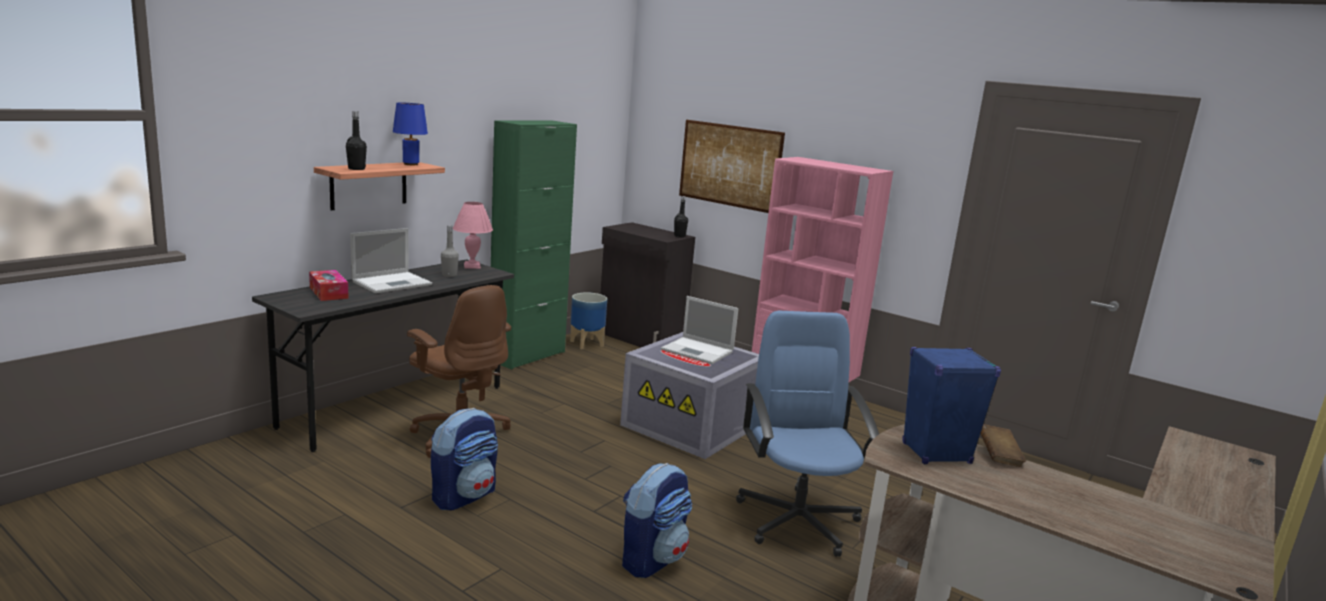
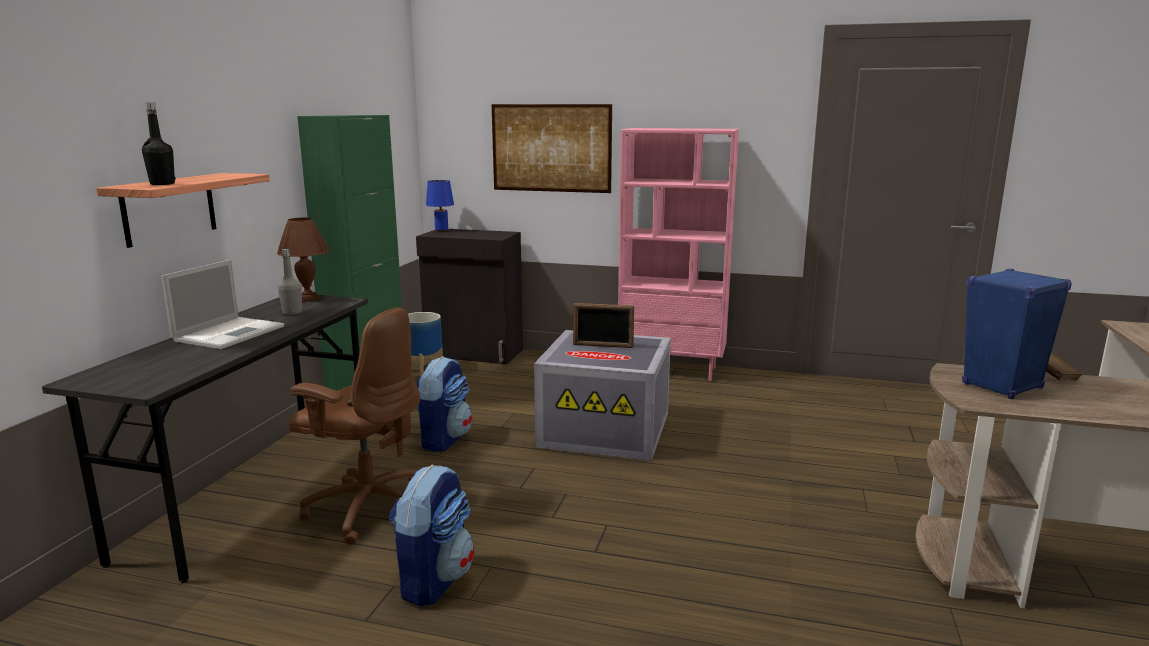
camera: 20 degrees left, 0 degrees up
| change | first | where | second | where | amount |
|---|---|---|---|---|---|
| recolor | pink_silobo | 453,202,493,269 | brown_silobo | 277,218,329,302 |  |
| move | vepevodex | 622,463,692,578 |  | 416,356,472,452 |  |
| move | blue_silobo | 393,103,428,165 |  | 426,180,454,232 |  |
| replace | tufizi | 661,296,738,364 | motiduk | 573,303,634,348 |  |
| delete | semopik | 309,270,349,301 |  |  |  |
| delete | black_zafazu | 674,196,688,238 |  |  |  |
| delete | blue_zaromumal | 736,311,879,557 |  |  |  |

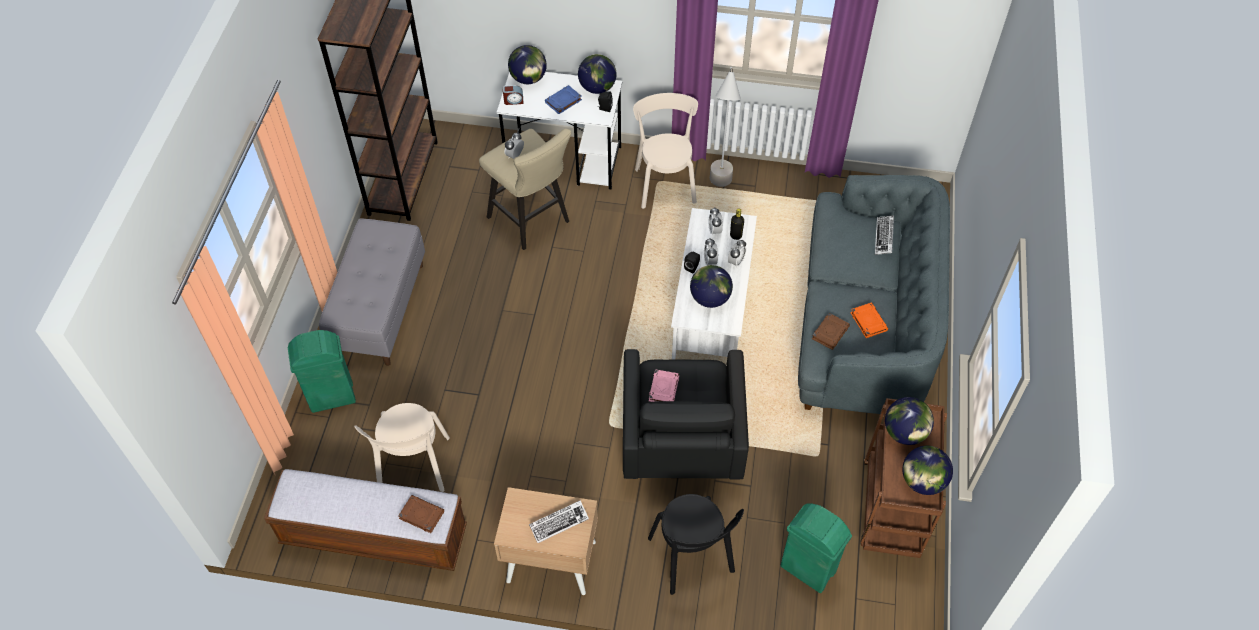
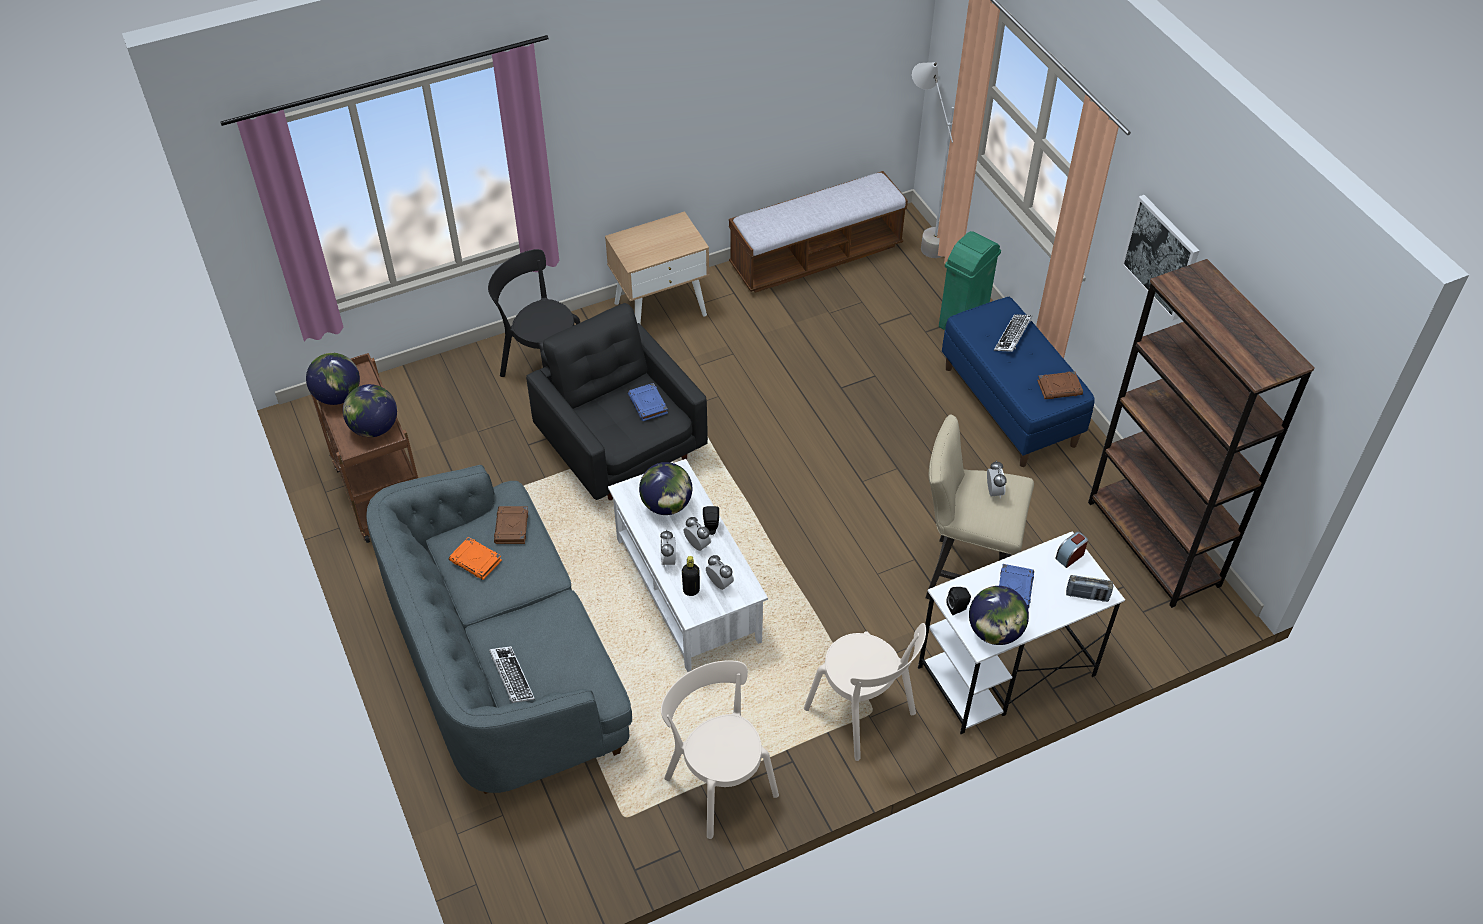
camera: 145 degrees right, 5 degrees down
| change | first | where | second | where | amount |
|---|---|---|---|---|---|
| recolor | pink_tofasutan | 649,369,679,402 | blue_tofasutan | 628,383,668,421 |  |
| move | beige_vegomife | 354,403,450,492 |  | 661,660,779,839 |  |
| move | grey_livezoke | 710,67,741,187 |  | 912,62,954,258 |  |
| recolor | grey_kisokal | 319,218,425,366 | blue_kisokal | 942,297,1095,467 |  |
| move | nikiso | 529,500,589,543 |  | 994,314,1033,352 |  |
| move | brown_tofasutan | 398,495,444,533 |  | 1037,371,1083,399 |  |
| replace | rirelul | 508,45,547,84 | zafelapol | 1066,575,1113,602 |  |
| insert |  |  | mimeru | 1121,195,1199,320 |  |
| delete | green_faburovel | 781,504,852,593 |  |  |  |

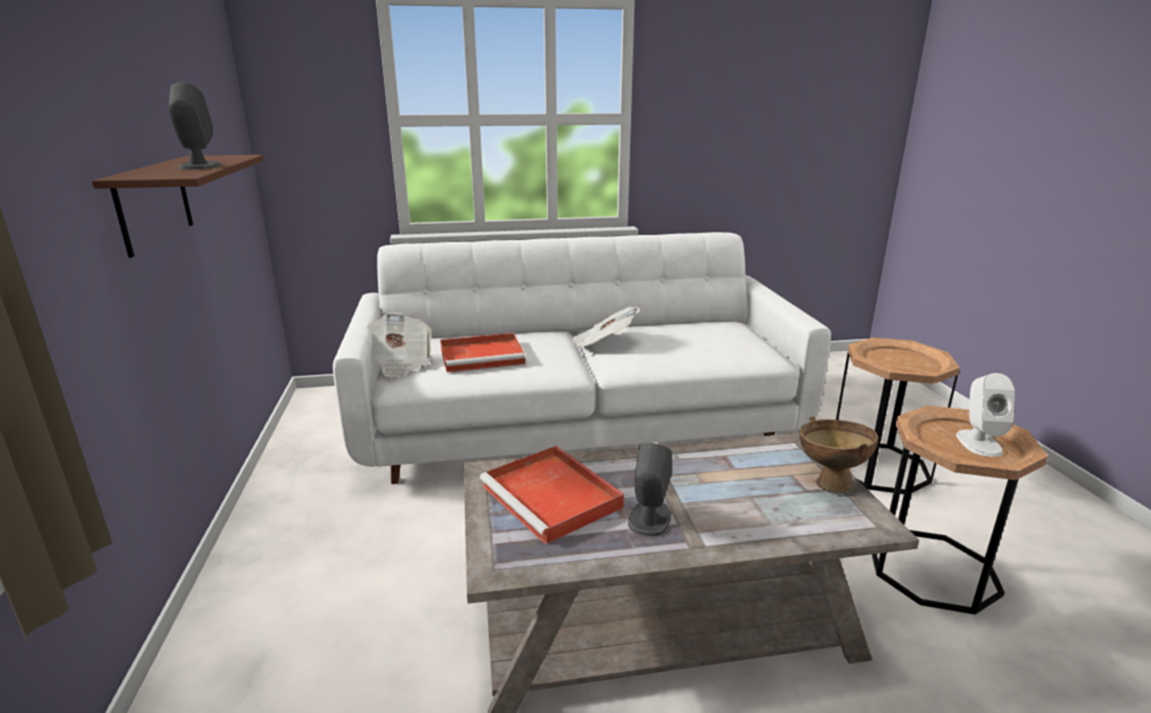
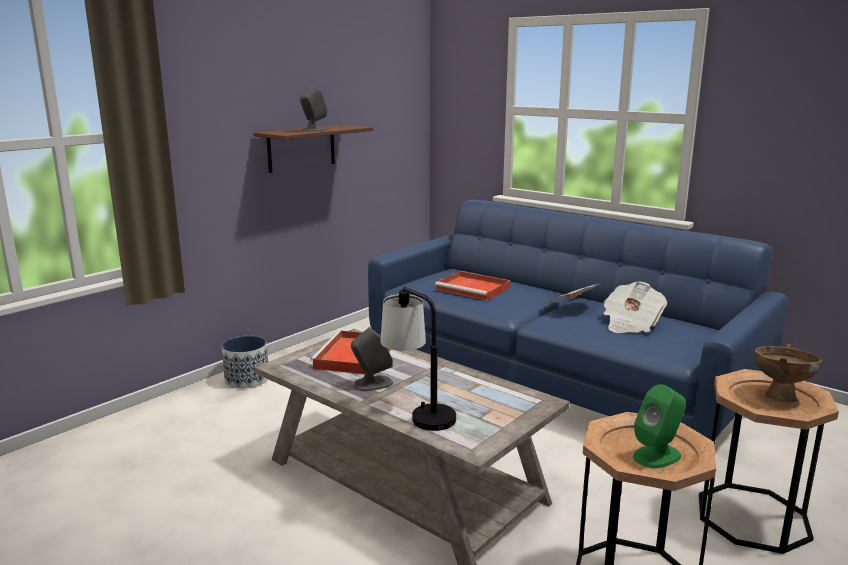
camera: 50 degrees right, 5 degrees down
| change | first | where | second | where | amount |
|---|---|---|---|---|---|
| insert |  |  | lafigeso | 222,336,268,389 |  |
| recolor | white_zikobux | 333,232,831,484 | blue_zikobux | 368,200,788,440 |  |
| insert |  |  | silobo | 380,287,456,431 |  |
| move | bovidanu | 367,312,432,378 |  | 604,282,667,333 |  |
| recolor | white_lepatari | 956,373,1015,457 | green_lepatari | 633,384,686,468 |  |
| move | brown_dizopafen | 799,416,878,493 |  | 755,344,822,403 |  |

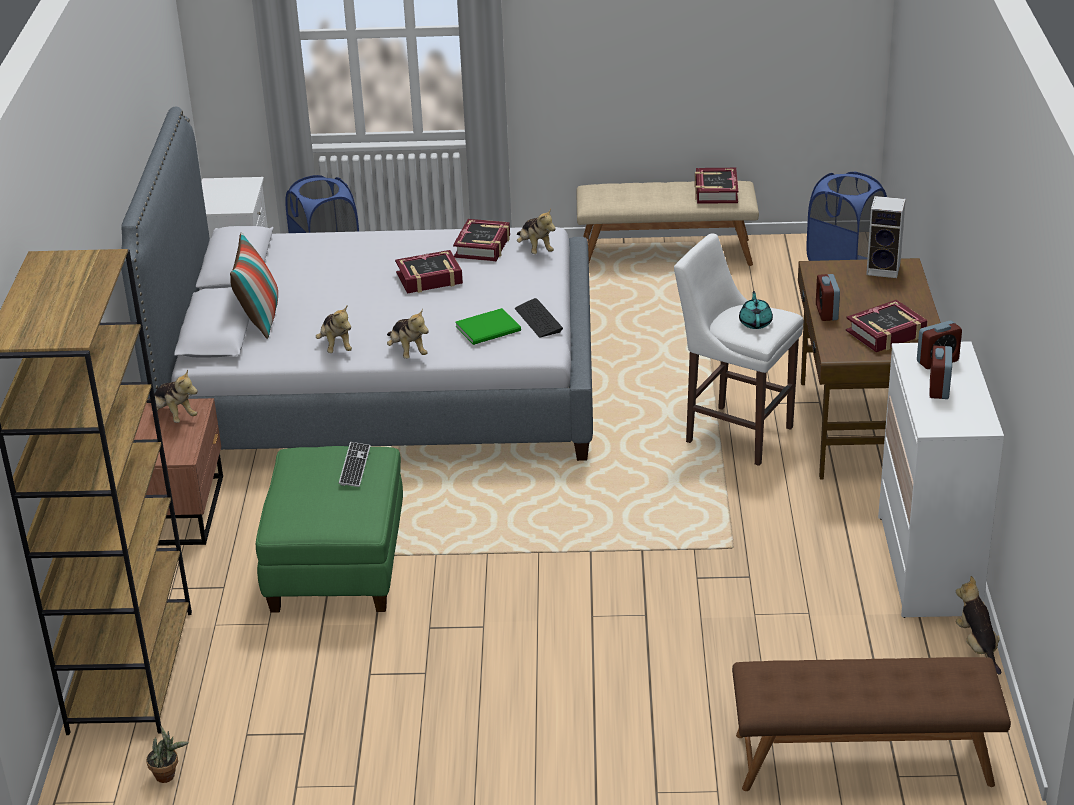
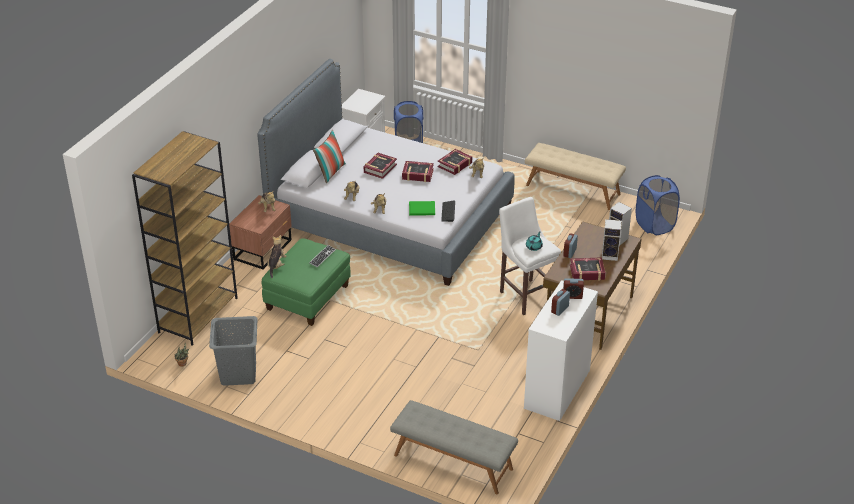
camera: 25 degrees right, 5 degrees up
| change | first | where | second | where | amount |
|---|---|---|---|---|---|
| insert |  |  | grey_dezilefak | 209,316,258,386 |  |
| move | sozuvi | 956,576,1001,675 |  | 267,235,287,278 |  |
| move | tofasutan | 695,168,738,204 |  | 364,153,397,179 |  |
| recolor | brown_kisokal | 732,657,1011,791 | grey_kisokal | 390,400,518,495 |  |
| insert |  |  | lepatari | 602,219,622,261 |  |

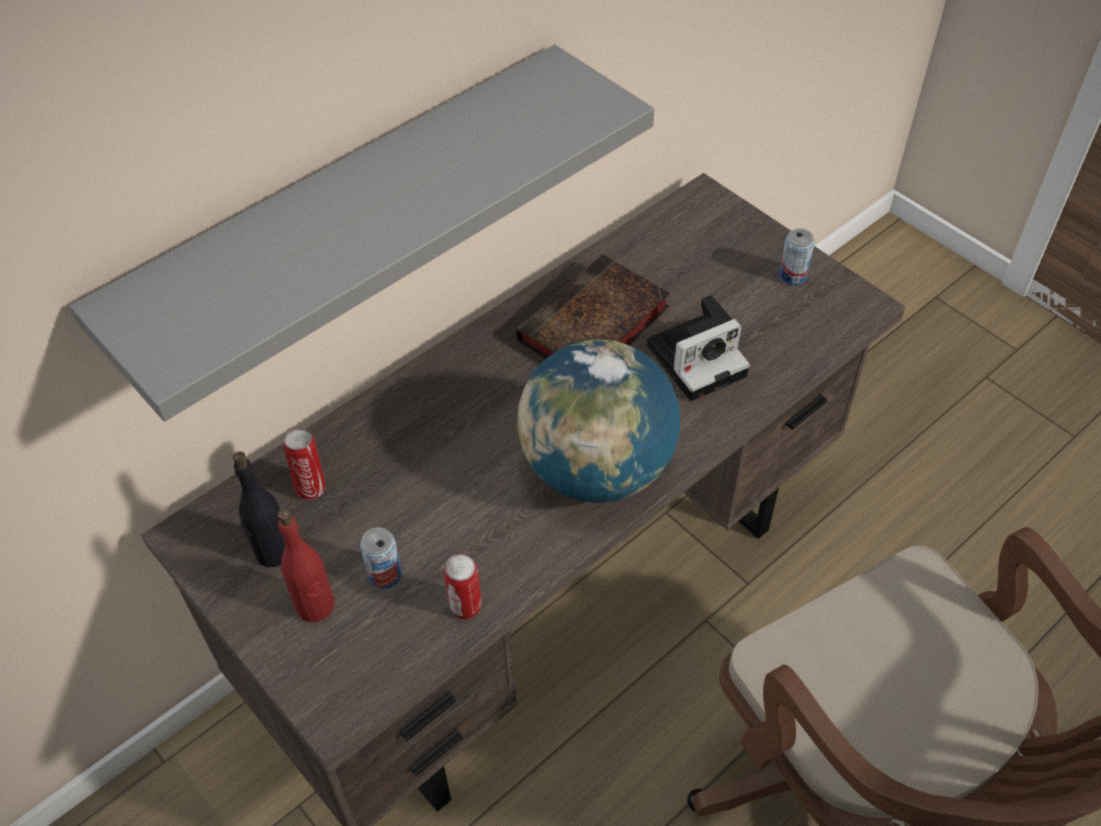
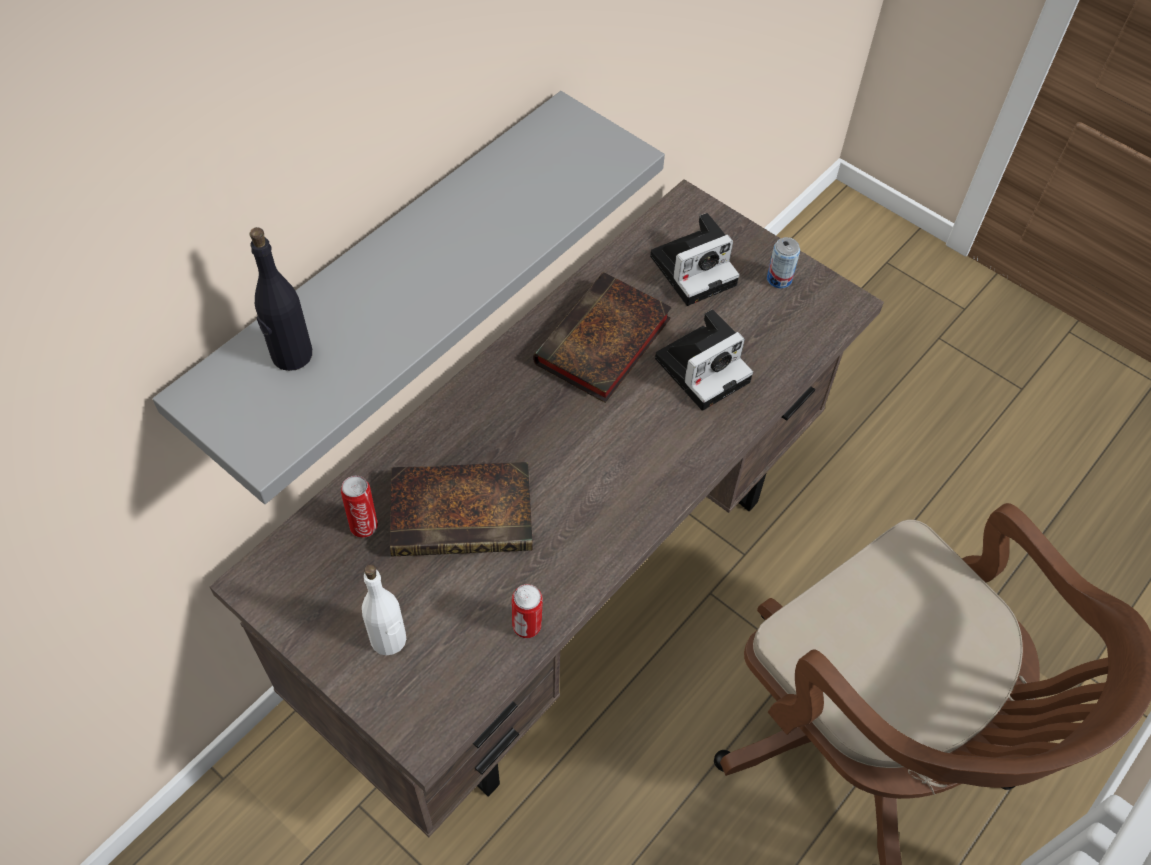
camera: 10 degrees left, 5 degrees up
| change | first | where | second | where | amount |
|---|---|---|---|---|---|
| move | black_zafazu | 233,451,285,567 |  | 249,227,312,371 |  |
| recolor | red_zafazu | 277,508,335,623 | white_zafazu | 362,564,406,656 |  |
| insert |  |  | tofasutan | 390,462,532,556 |  |
| insert |  |  | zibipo | 650,213,740,306 |  |
| delete | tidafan | 360,527,402,589 |  |  |  |
| delete | rirelul | 517,340,680,502 |  |  |  |

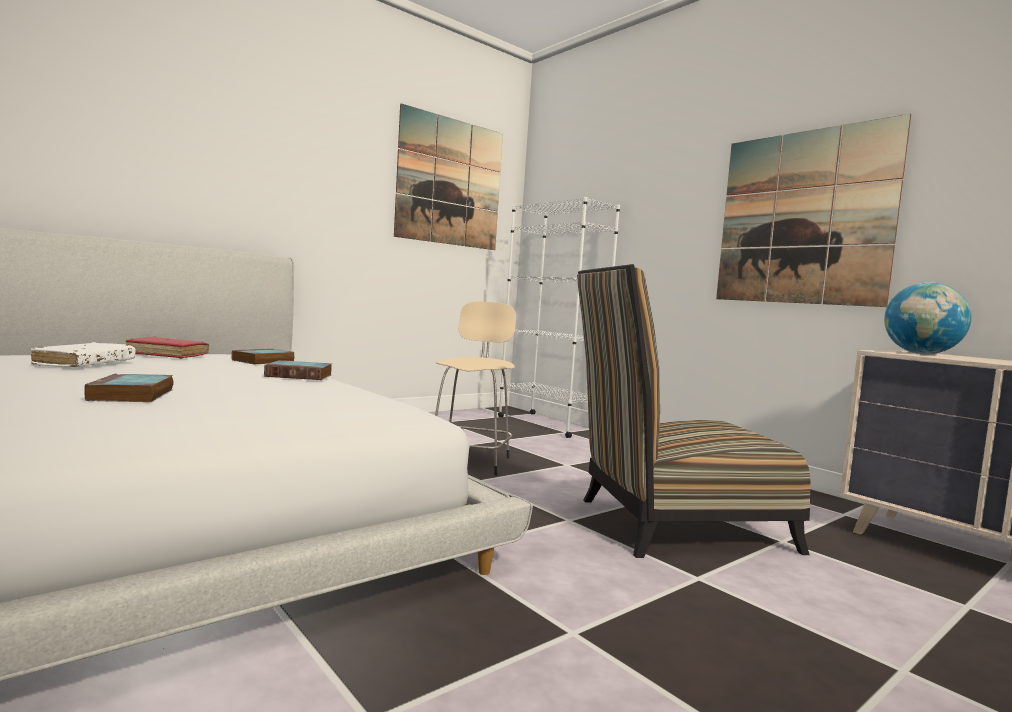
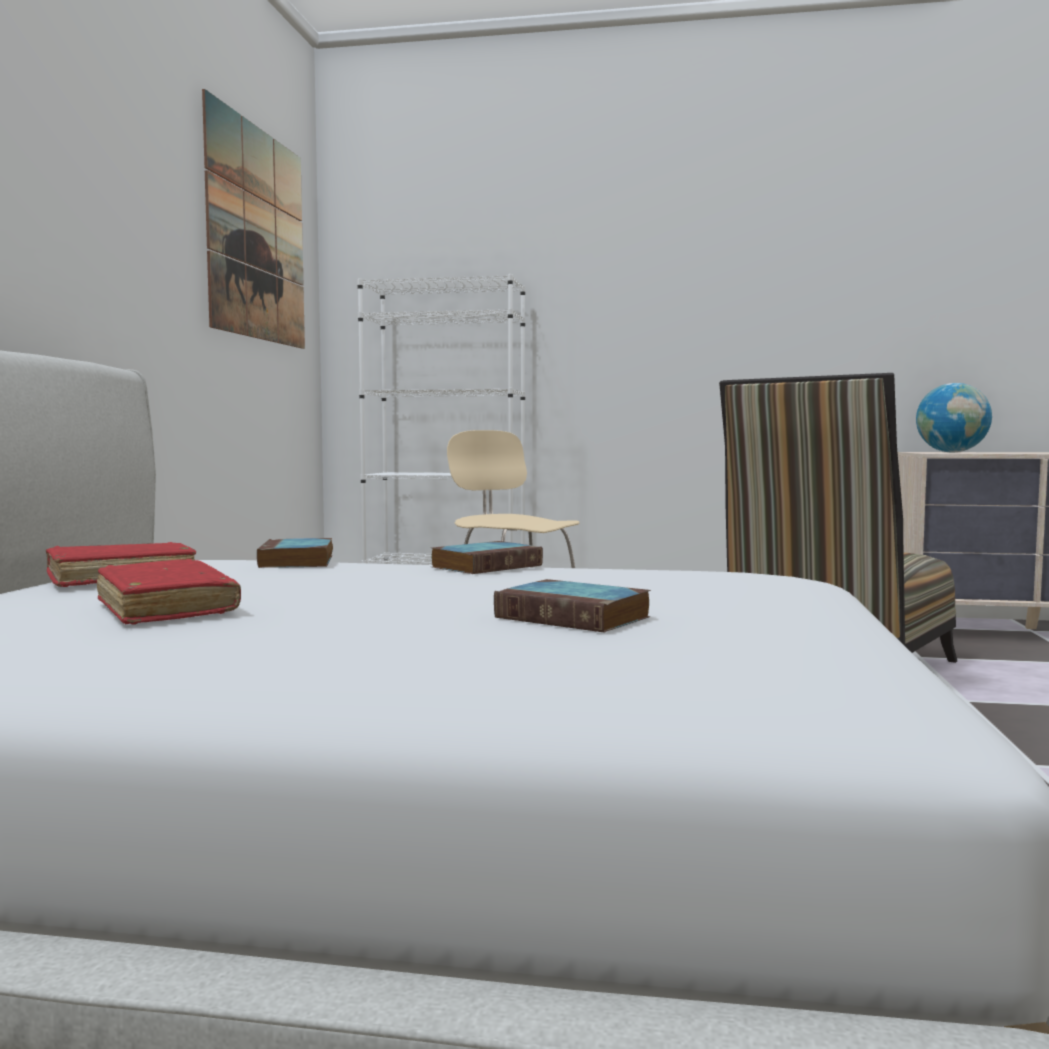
camera: 40 degrees left, 0 degrees up
| change | first | where | second | where | amount |
|---|---|---|---|---|---|
| recolor | white_tofasutan | 30,342,136,368 | red_tofasutan | 97,559,241,625 |  |
| delete | mimeru | 716,114,911,307 |  |  |  |

